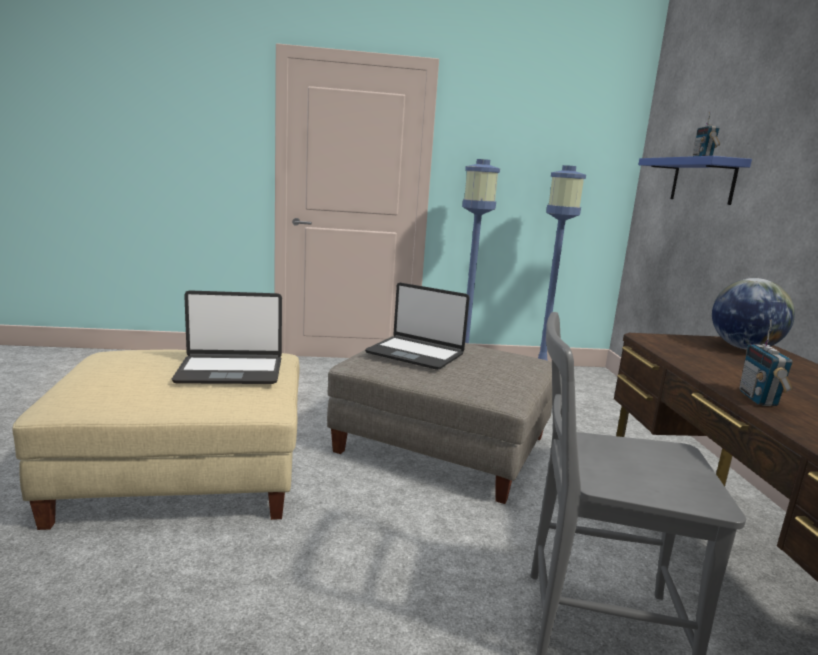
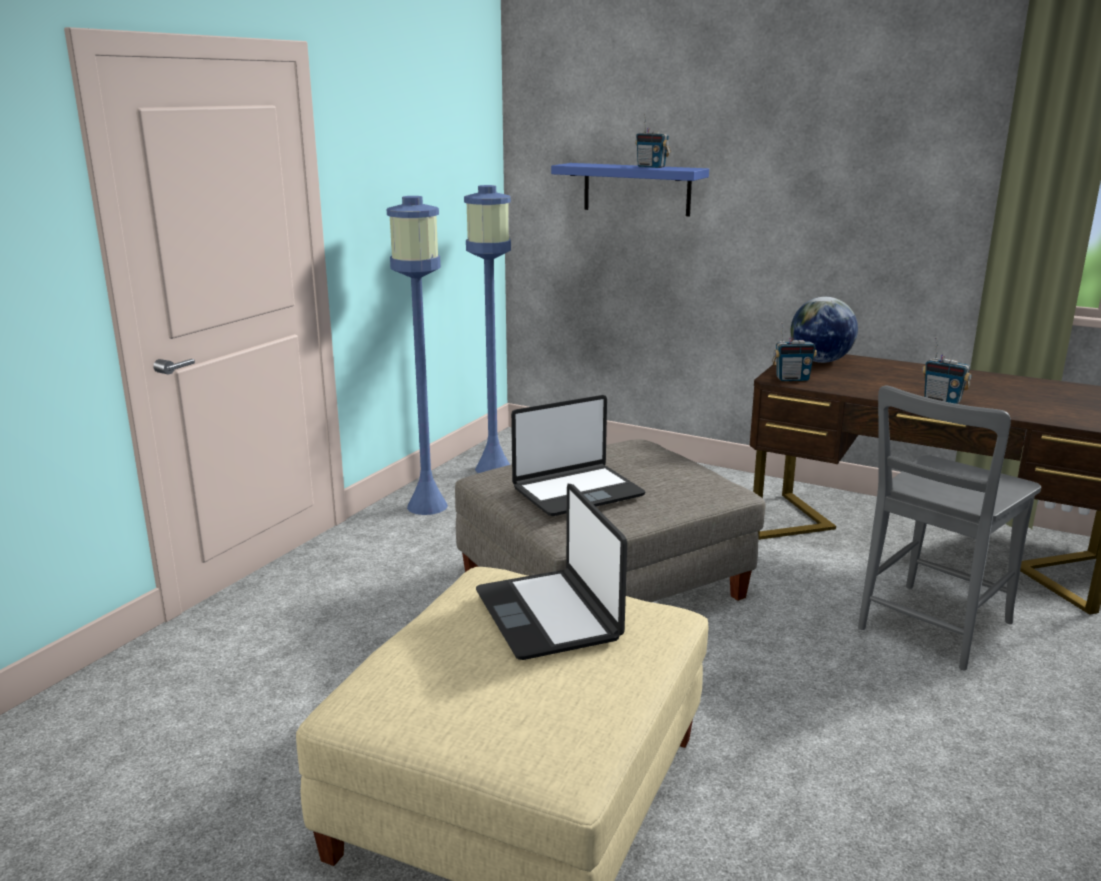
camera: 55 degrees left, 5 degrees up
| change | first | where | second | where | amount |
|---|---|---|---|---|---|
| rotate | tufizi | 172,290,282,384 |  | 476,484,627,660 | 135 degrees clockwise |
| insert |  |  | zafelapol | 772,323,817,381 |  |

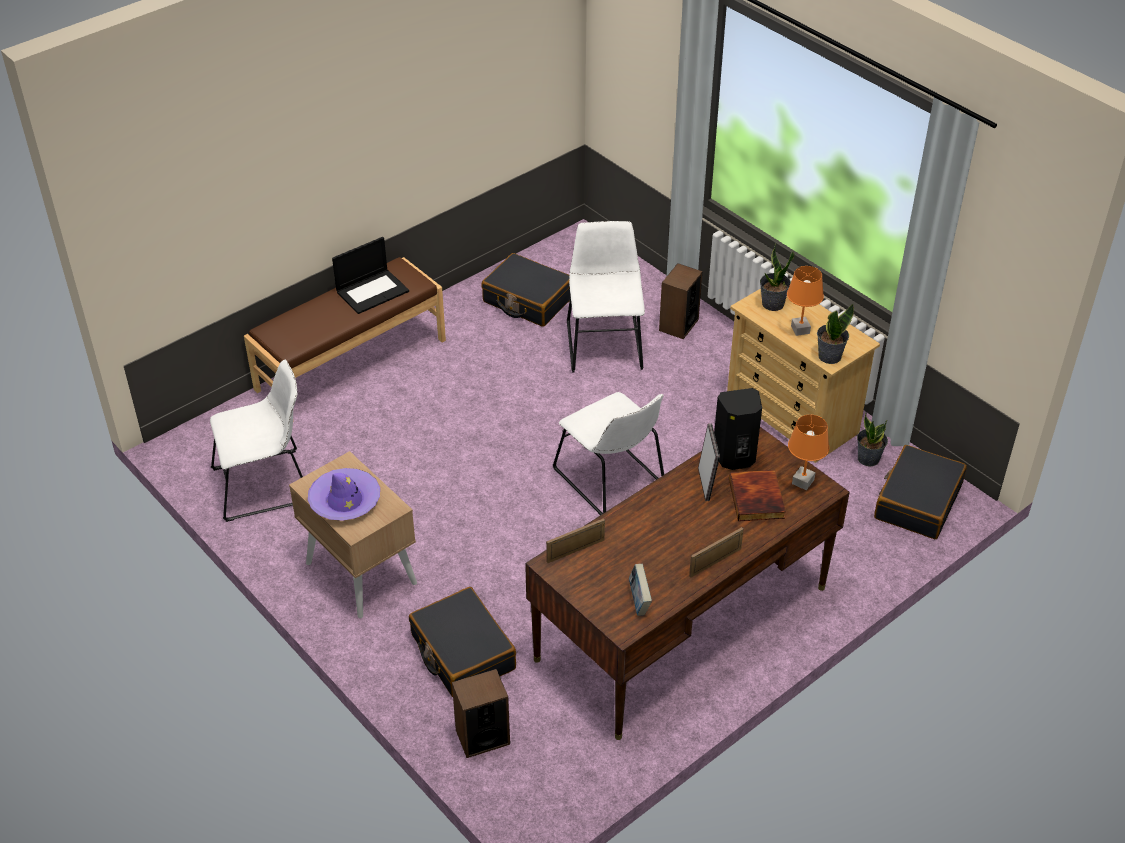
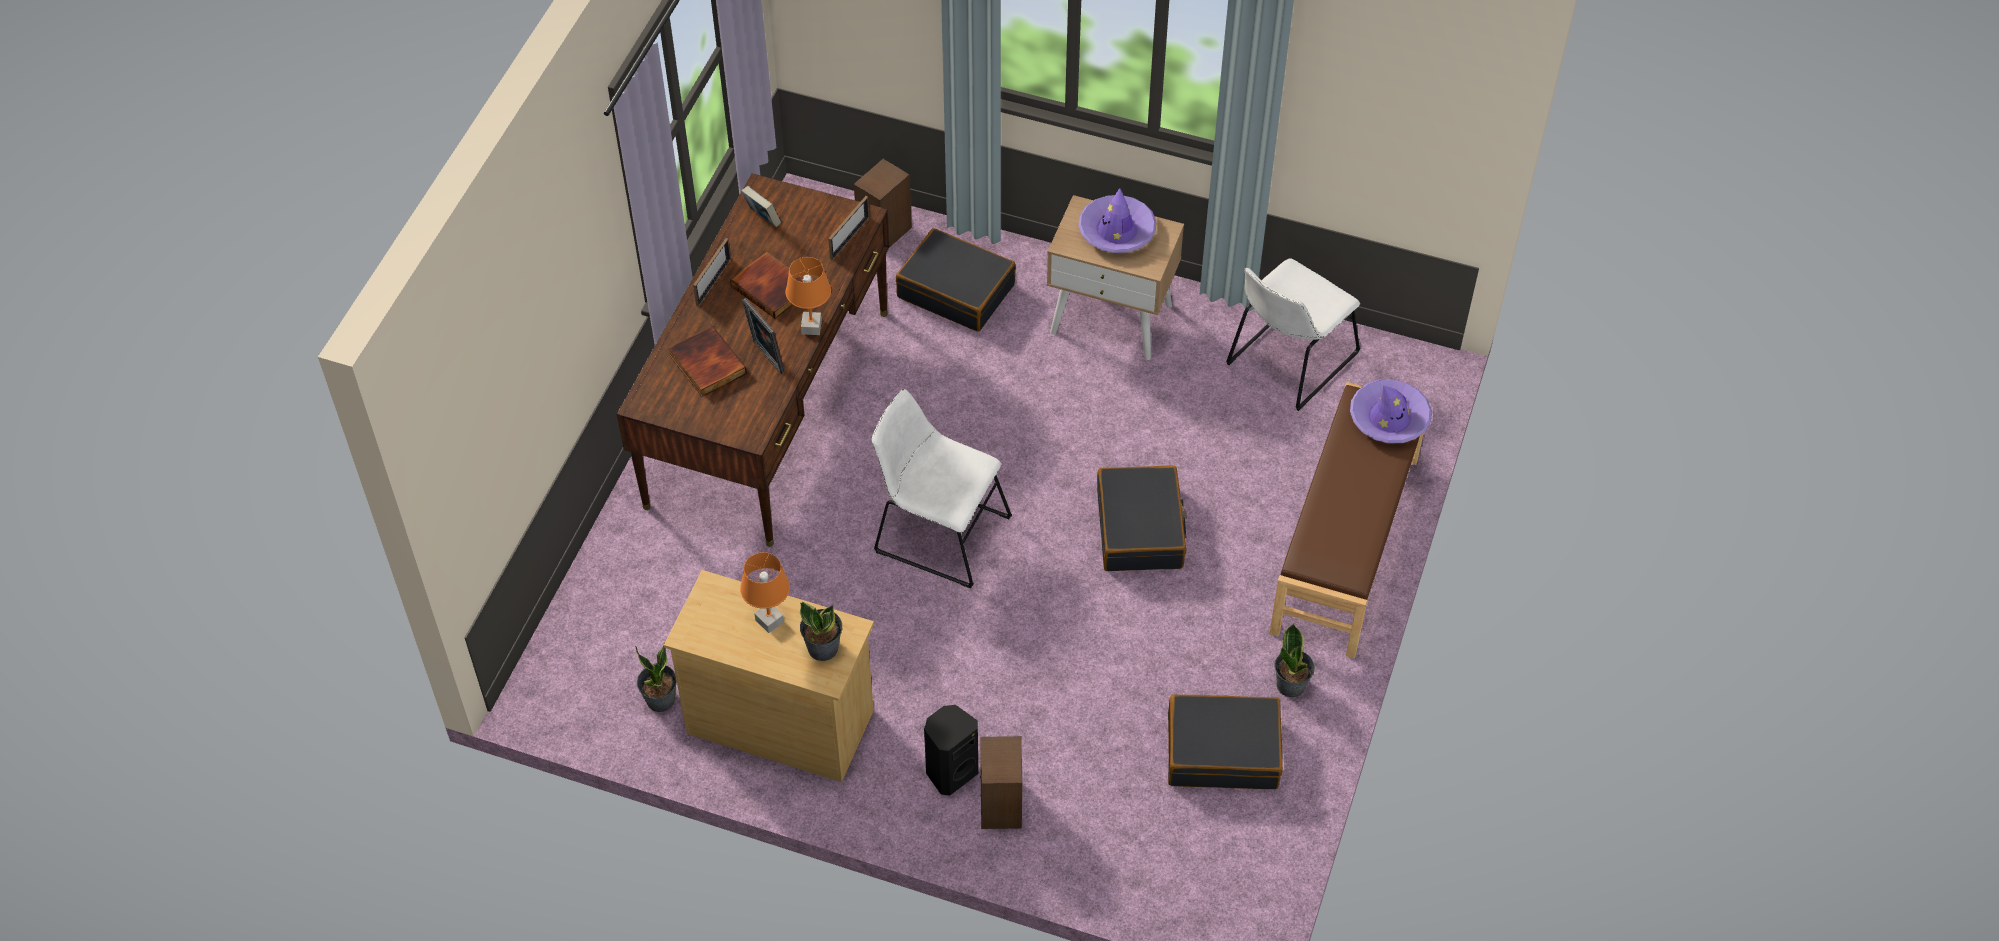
camera: 150 degrees right, 10 degrees up
| change | first | where | second | where | amount |
|---|---|---|---|---|---|
| insert |  |  | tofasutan | 730,252,803,319 |  |
| move | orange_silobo | 788,415,829,490 |  | 785,257,831,335 |  |
| move | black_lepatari | 714,388,762,470 |  | 924,705,978,796 |  |
| move | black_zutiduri | 874,445,967,539 |  | 1097,465,1187,571 |  |
| move | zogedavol | 817,304,854,364 |  | 1274,624,1315,697 |  |
| insert |  |  | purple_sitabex | 1350,380,1432,443 |  |
| delete | tufizi | 332,237,409,314 |  |  |  |
| delete | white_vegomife | 567,221,645,373 |  |  |  |

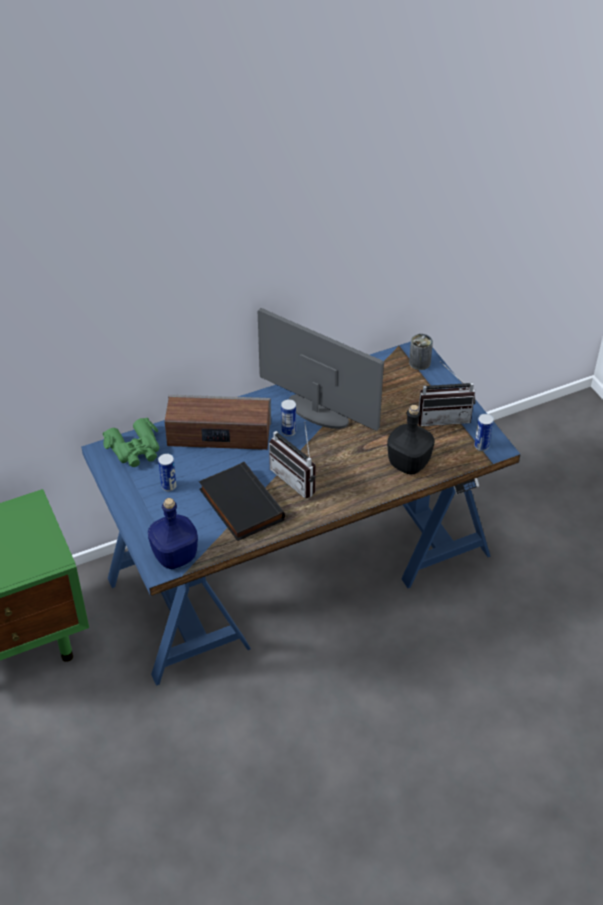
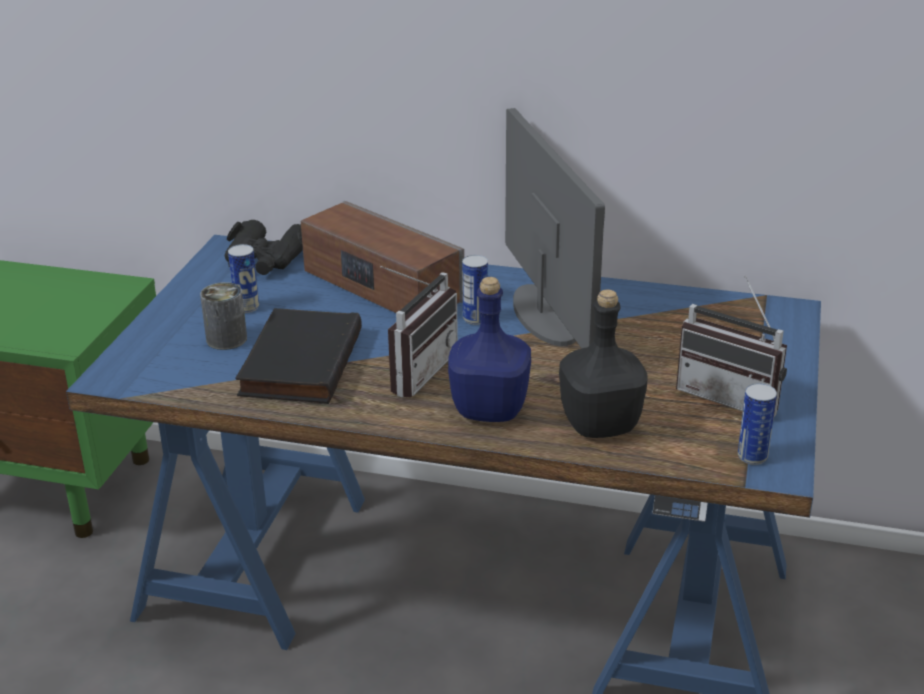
camera: 40 degrees right, 15 degrees down
| change | first | where | second | where | amount |
|---|---|---|---|---|---|
| move | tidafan | 409,334,433,370 |  | 200,282,247,350 |  |
| recolor | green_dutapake | 103,418,159,467 | black_dutapake | 225,220,303,275 |  |
| rotate | zafelapol | 269,422,316,498 |  | 381,266,458,398 | 150 degrees counterclockwise |
| move | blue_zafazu | 148,498,198,569 |  | 448,277,531,422 |  |

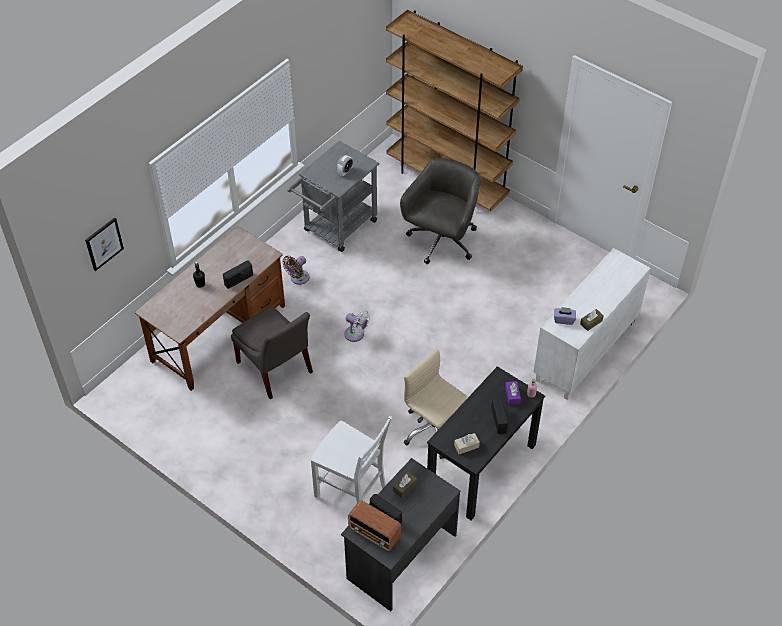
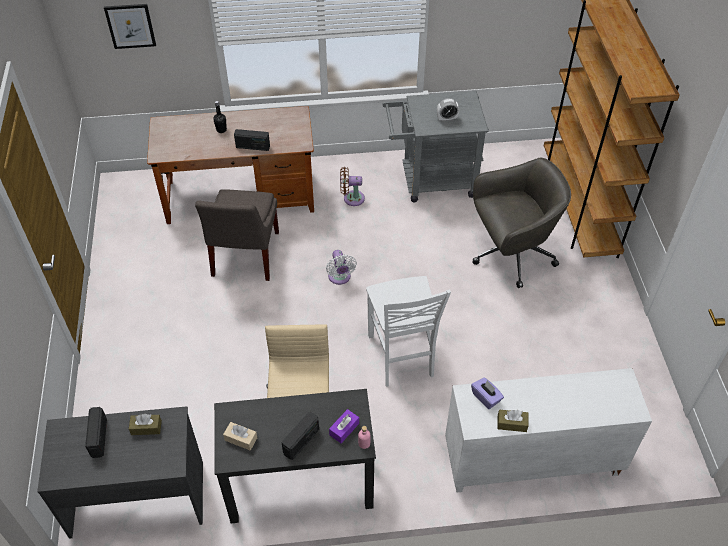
camera: 45 degrees right, 0 degrees up
| change | first | where | second | where | amount |
|---|---|---|---|---|---|
| move | white_vegomife | 311,416,392,503 |  | 366,276,451,386 |  |
| delete | zafelapol | 348,500,401,551 |  |  |  |

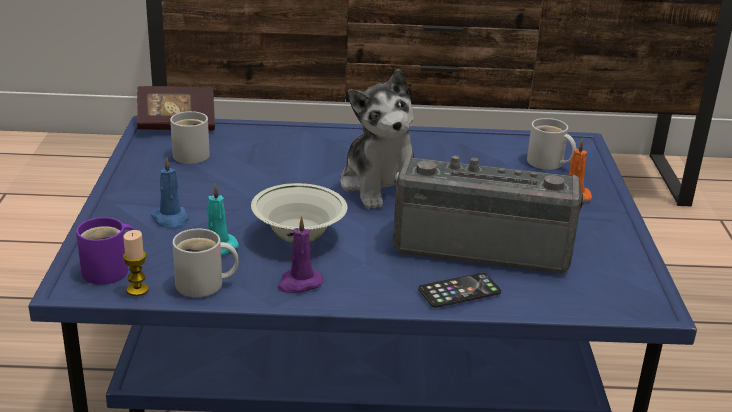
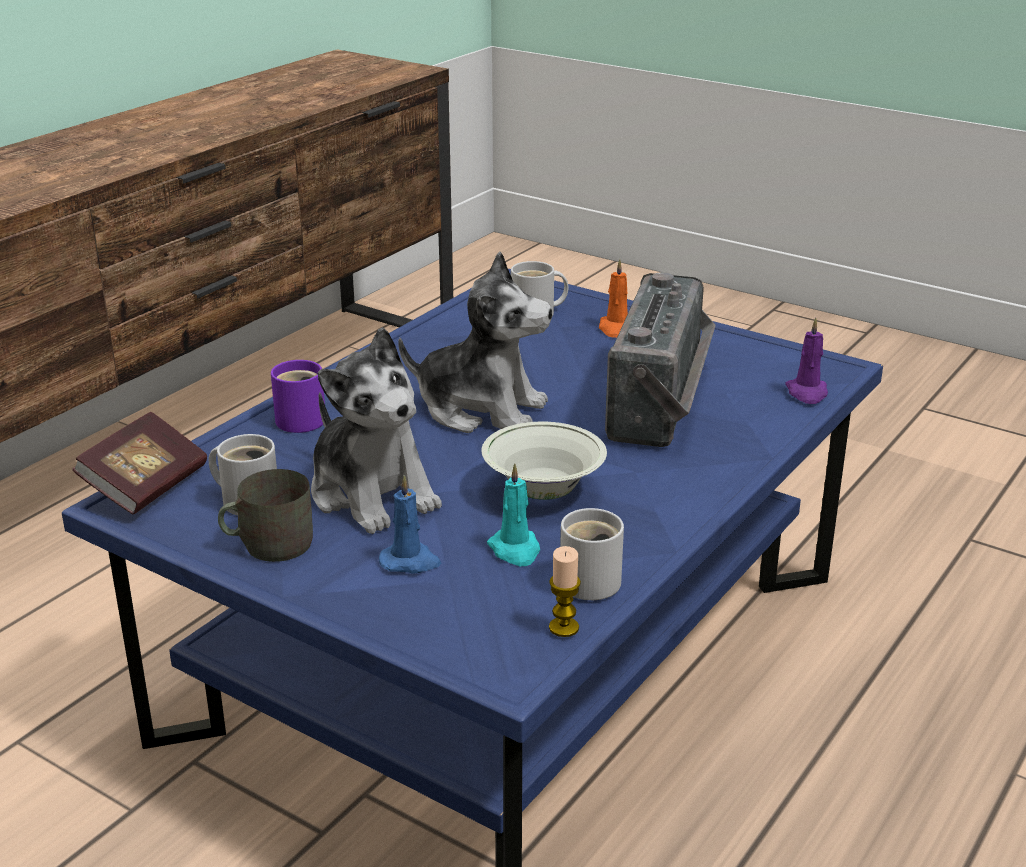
camera: 55 degrees left, 0 degrees up
| change | first | where | second | where | amount |
|---|---|---|---|---|---|
| insert |  |  | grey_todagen | 218,469,313,562 |  |
| move | purple_todagen | 76,217,135,285 |  | 271,360,325,433 |  |
| insert |  |  | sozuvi | 311,327,442,534 |  |
| rotate | zafelapol | 393,156,585,274 |  | 605,272,716,447 | 150 degrees clockwise |
| move | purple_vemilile | 277,216,323,293 |  | 785,318,828,404 |  |
| delete | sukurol | 418,273,501,308 |  |  |  |

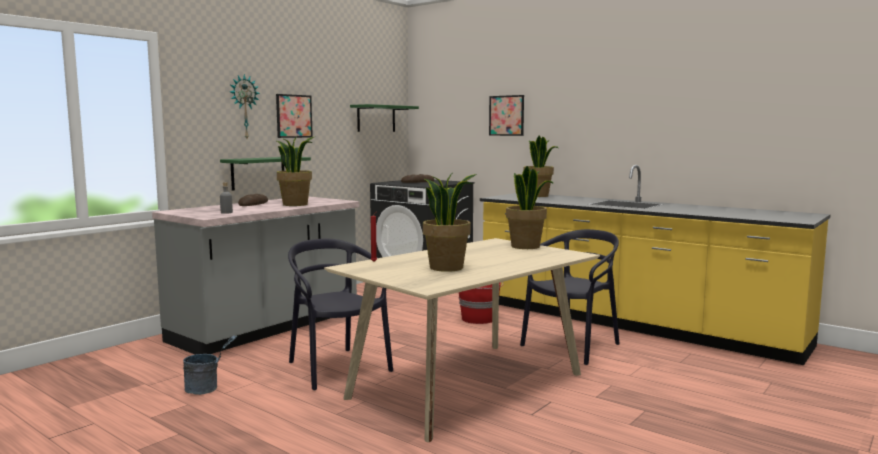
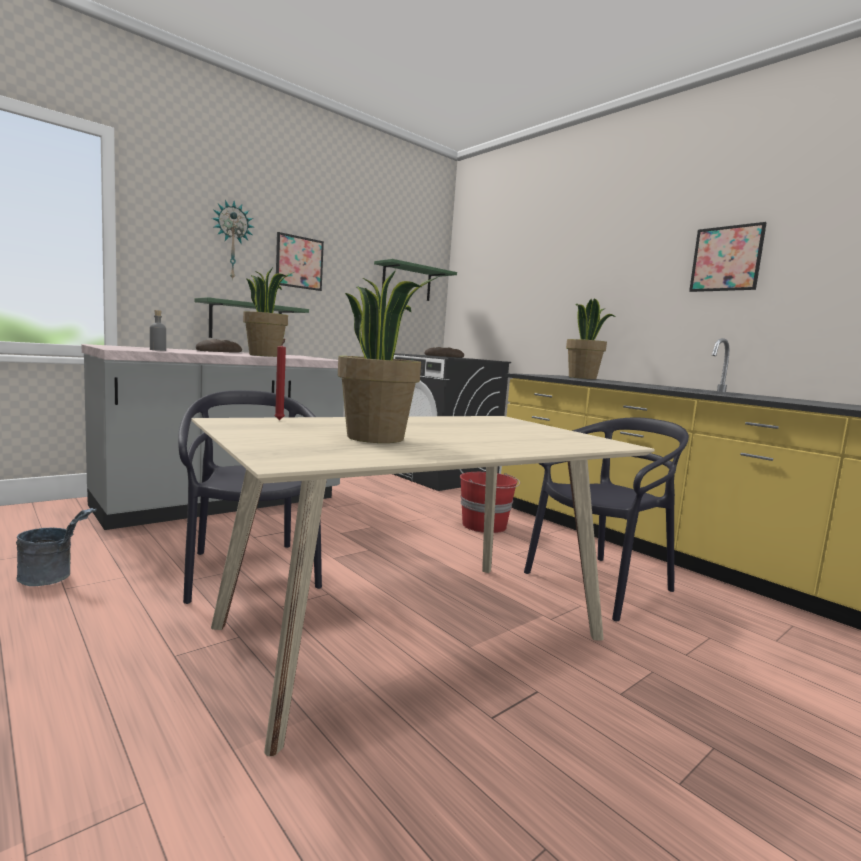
camera: 10 degrees right, 0 degrees up
| change | first | where | second | where | amount |
|---|---|---|---|---|---|
| move | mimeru | 489,95,524,136 |  | 689,222,767,292 |  |
| delete | zogedavol | 506,166,554,249 |  |  |  |

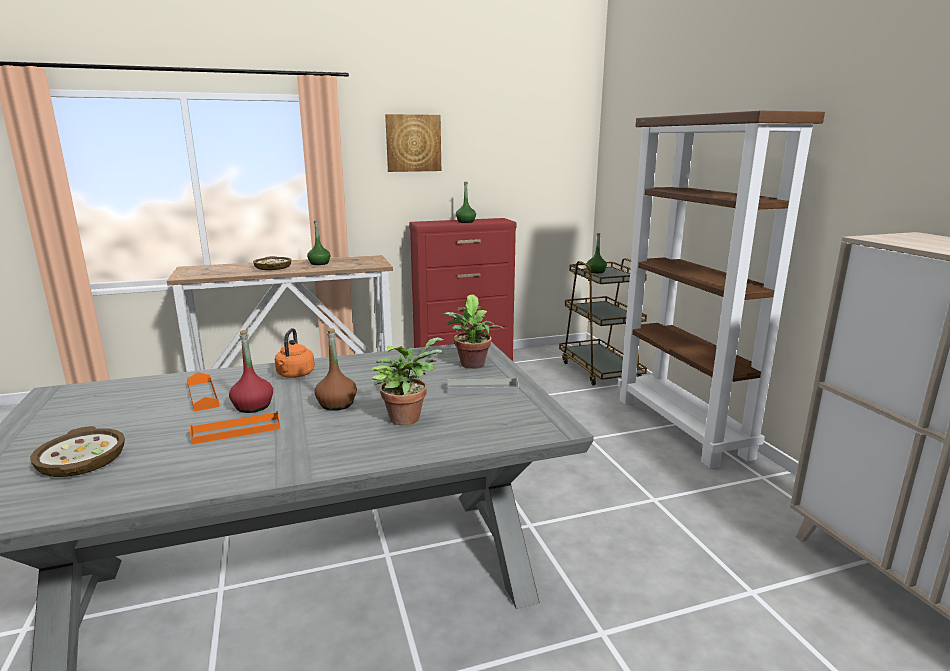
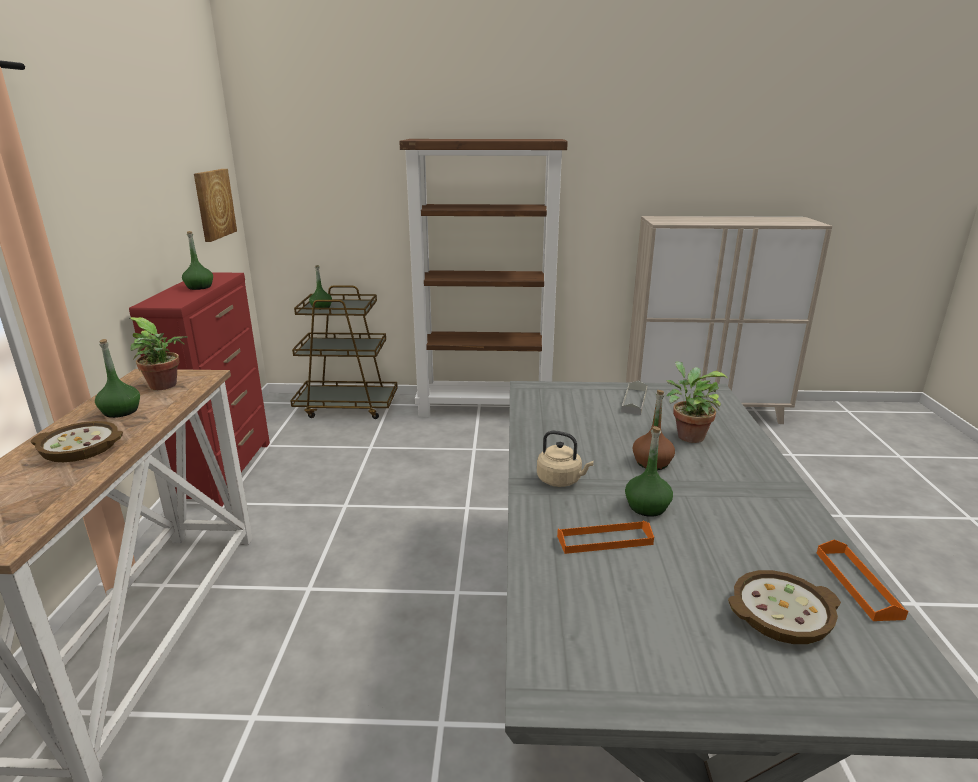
camera: 70 degrees left, 5 degrees up
| change | first | where | second | where | amount |
|---|---|---|---|---|---|
| move | zogedavol | 443,295,504,369 |  | 129,317,188,390 |  |
| move | mimeru | 385,114,441,172 |  | 194,169,237,242 |  |
| recolor | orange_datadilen | 275,328,315,378 | beige_datadilen | 537,430,594,487 |  |
| recolor | red_zafazu | 229,330,273,413 | green_zafazu | 625,426,673,517 |  |
| move | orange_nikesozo | 190,411,281,445 |  | 816,539,908,621 |  |

